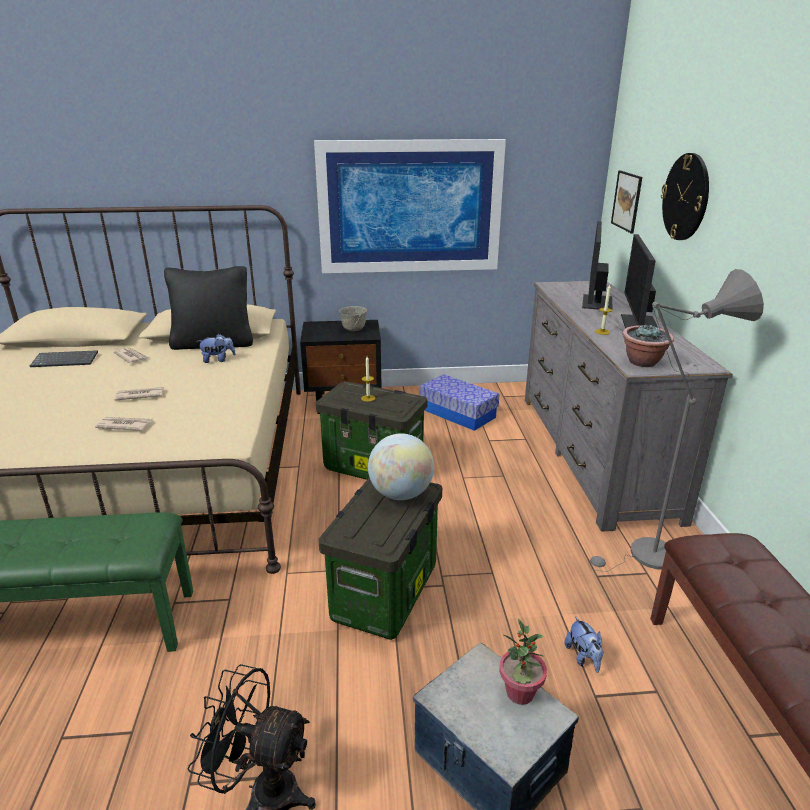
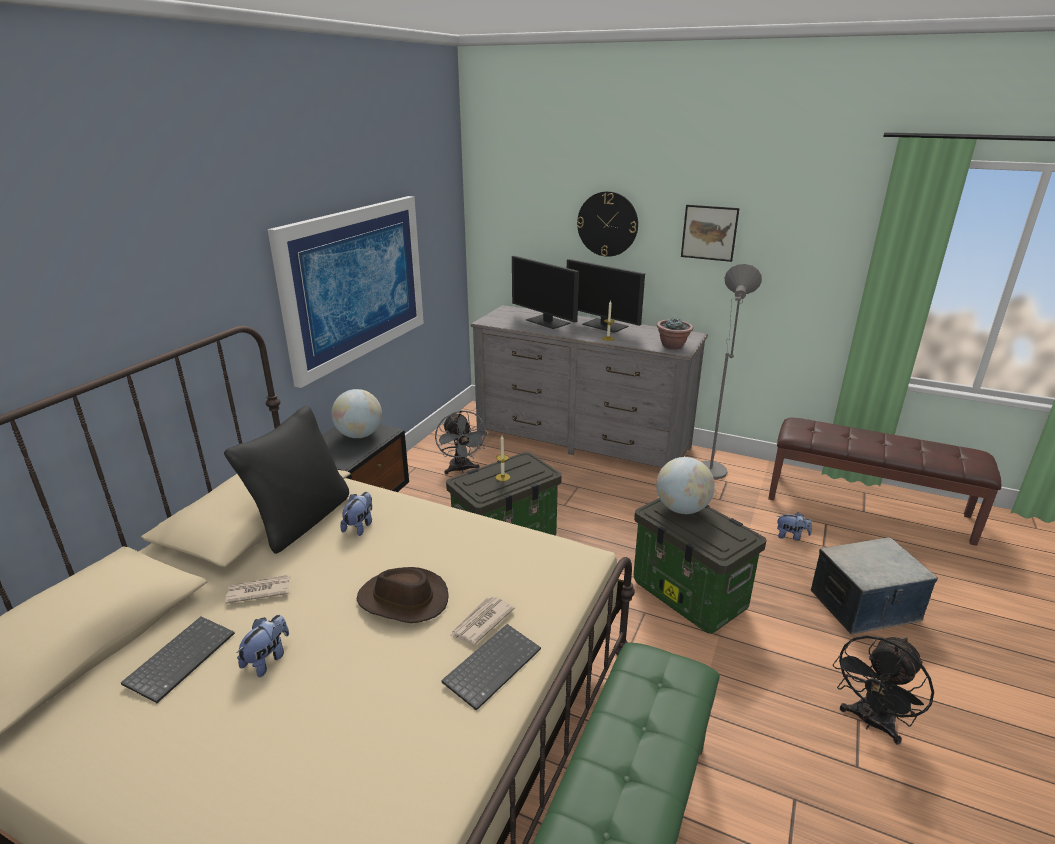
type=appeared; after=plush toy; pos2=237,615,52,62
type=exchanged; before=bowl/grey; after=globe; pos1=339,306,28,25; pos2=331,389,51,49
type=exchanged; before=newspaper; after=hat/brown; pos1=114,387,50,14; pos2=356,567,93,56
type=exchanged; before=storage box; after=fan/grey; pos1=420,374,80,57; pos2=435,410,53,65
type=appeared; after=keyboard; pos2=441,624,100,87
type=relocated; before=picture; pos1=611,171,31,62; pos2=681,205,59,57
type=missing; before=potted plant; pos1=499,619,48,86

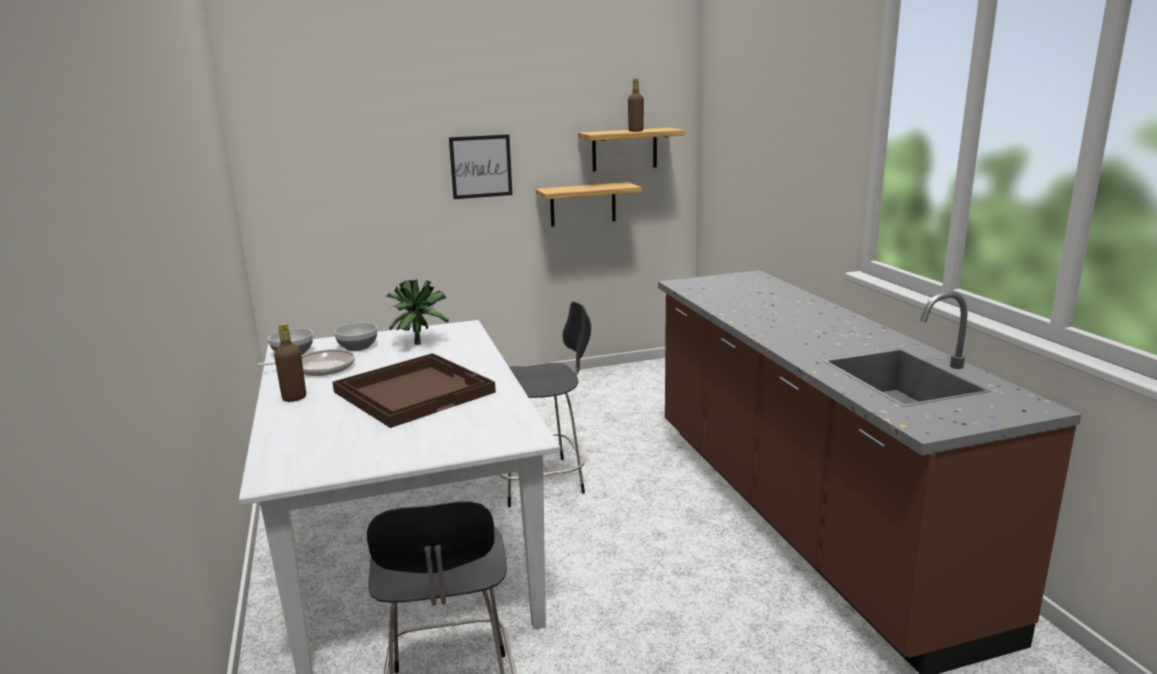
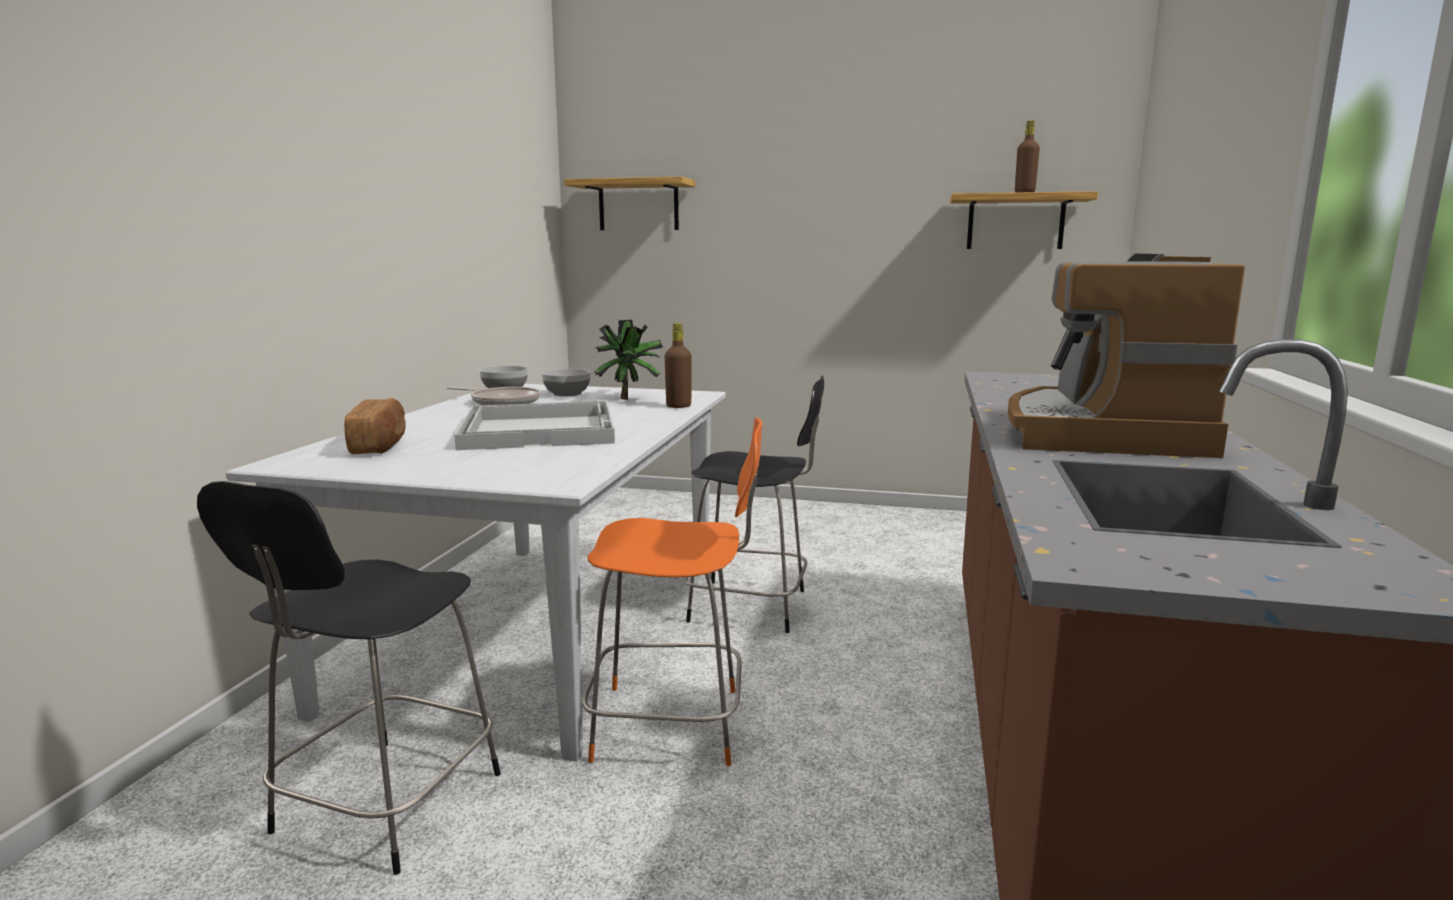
type=appeared; after=bread; pos2=344,398,61,56
type=colour; before=tray/brown; after=tray/white; pos1=333,353,163,75; pos2=454,401,161,49
type=relocated; before=shelf; pos1=536,182,106,45; pos2=564,177,131,53
type=appeared; after=chair/orange; pos2=582,418,180,348
type=relocated; before=bottle/brown; pos1=274,323,32,79; pos2=665,323,27,85
type=appeared; after=coffee machine; pos2=1008,254,237,204
type=missing; before=picture; pos1=449,134,63,65

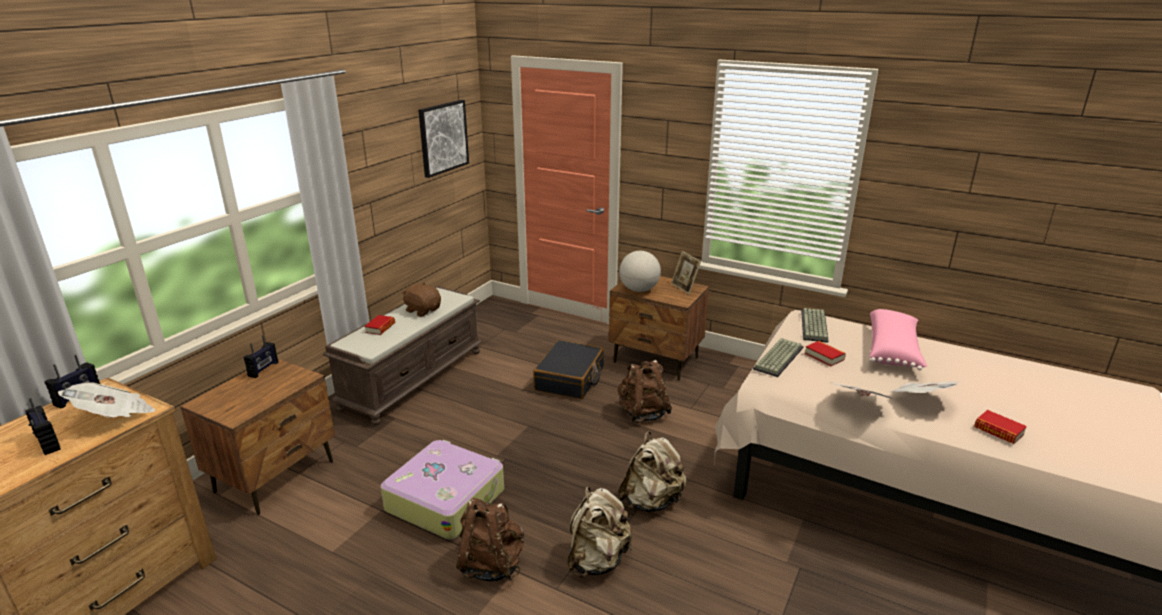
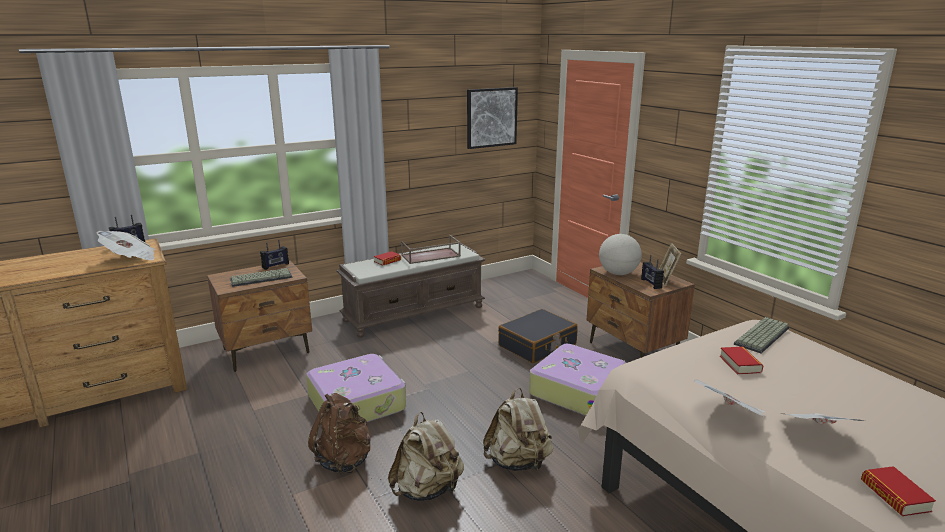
type=relocated; before=keyboard; pos1=753,338,51,39; pos2=230,268,62,19
type=exchanged; before=plush toy/brown; after=tray/brown; pos1=402,282,39,35; pos2=401,235,60,29
type=exchanged; before=backpack/brown; after=suitcase; pos1=618,360,54,63; pos2=529,344,98,72
type=relocated; before=radio; pos1=25,398,36,57; pos2=641,255,23,34
type=missing; before=pillow/pink; pos1=869,309,58,61

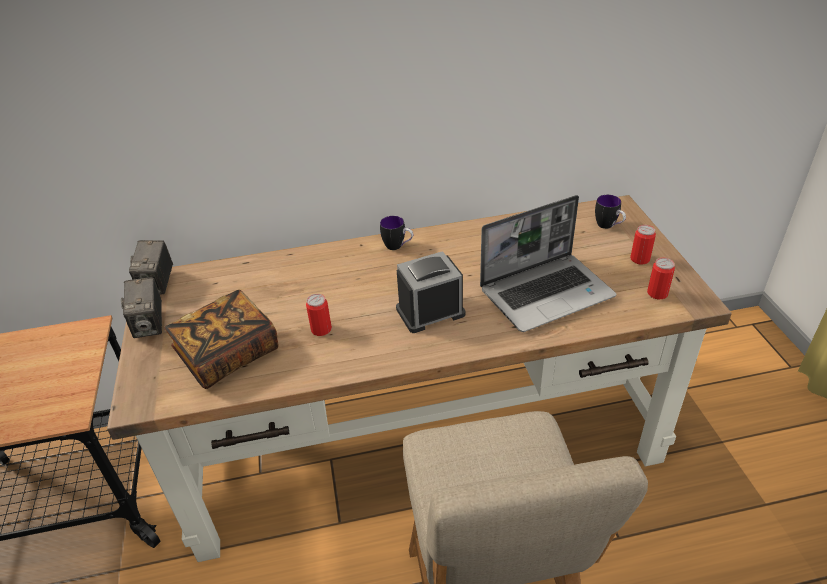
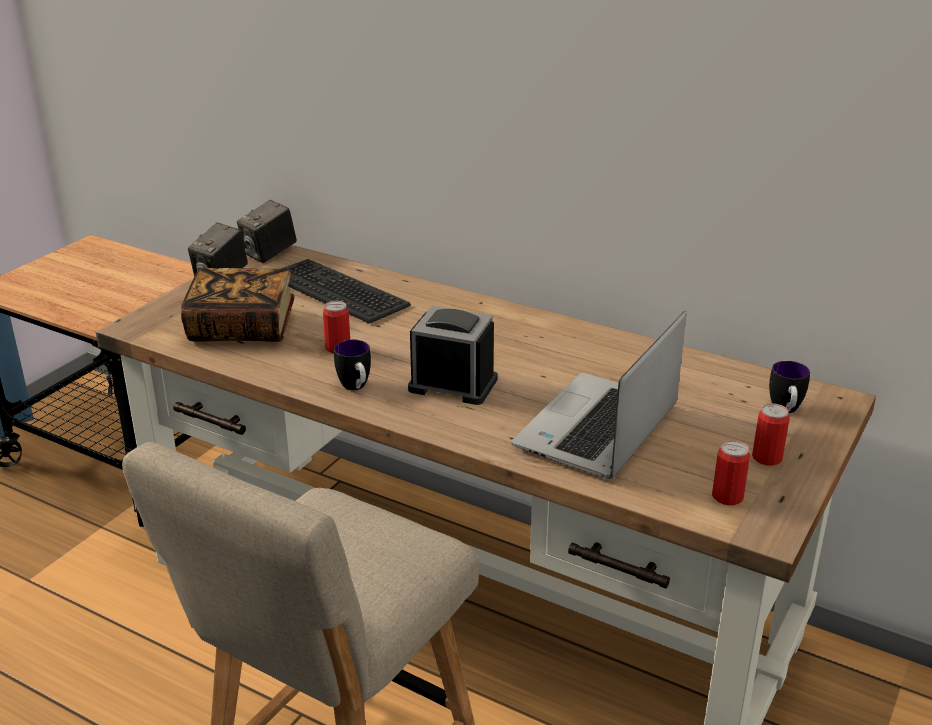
type=appeared; after=keyboard; pos2=281,259,130,65
type=relocated; before=mug; pos1=380,216,33,34; pos2=334,340,37,50
type=spun; before=laptop; pos1=480,195,136,137; pos2=511,311,175,168; turn=105

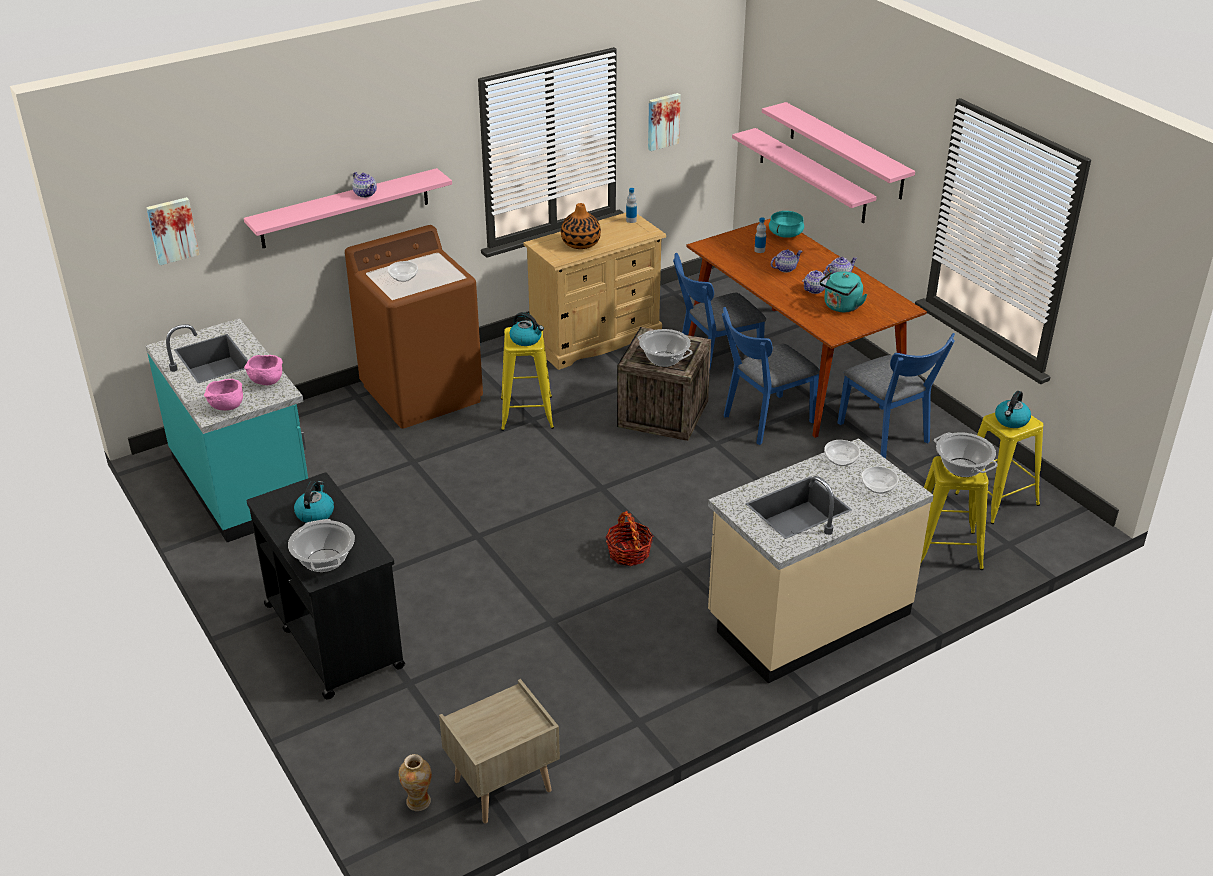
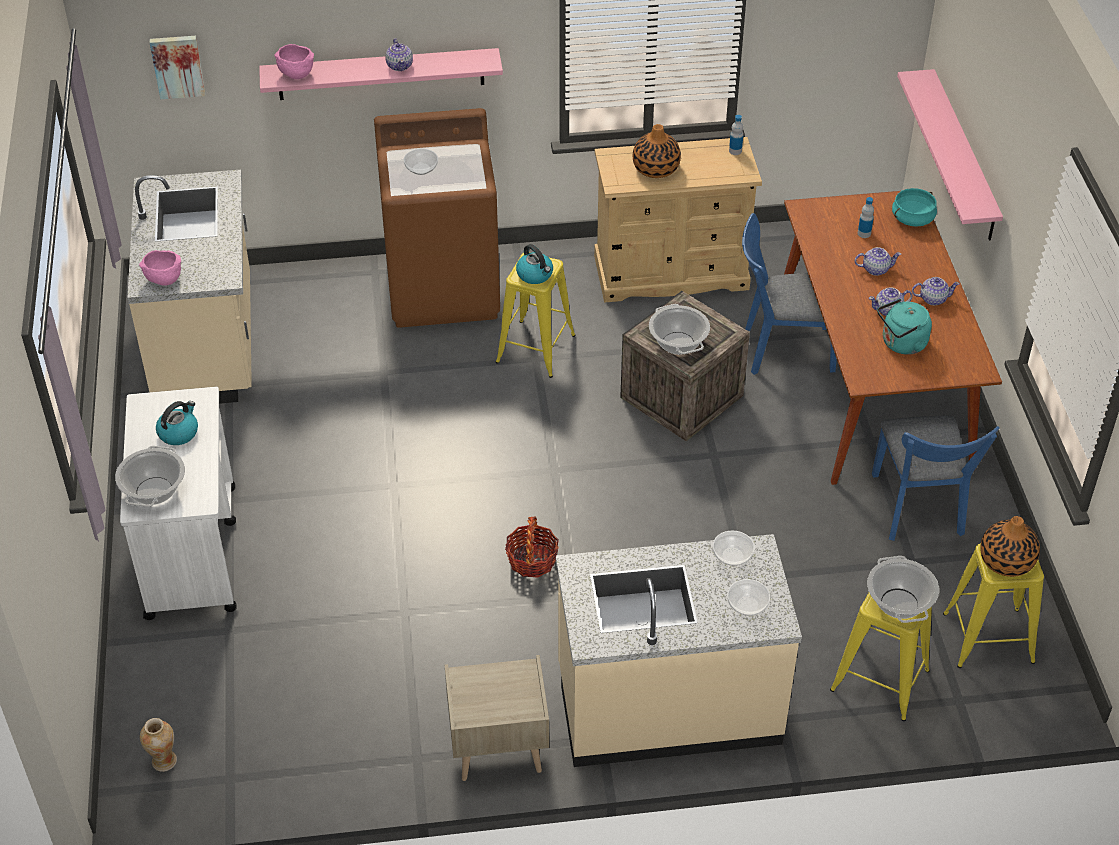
type=colour; before=cart/black; after=cart/white; pos1=246,473,159,226; pos2=120,387,117,233
type=colour; before=counter/turquoise; after=counter/beige; pos1=145,318,163,224; pos2=128,170,124,234
type=relocated; before=bowl/pink; pos1=244,355,39,30; pos2=275,44,39,35
type=relocated; before=nightstand/beige; pos1=439,679,121,144; pos2=445,655,104,126
type=exchanged; before=kettle; after=vase; pos1=995,391,36,37; pos2=980,516,60,61
type=missing; before=picture; pos1=648,93,33,58
type=missing; before=chair/blue; pos1=722,307,98,138
type=missing; before=shelf/pink; pos1=762,102,153,98

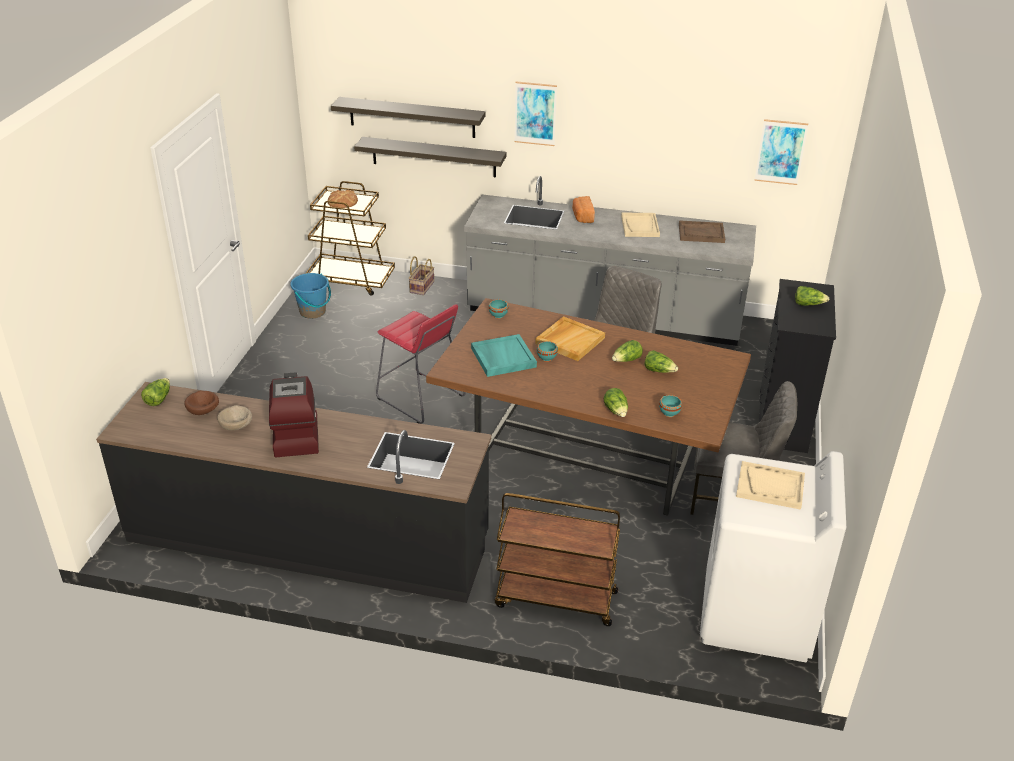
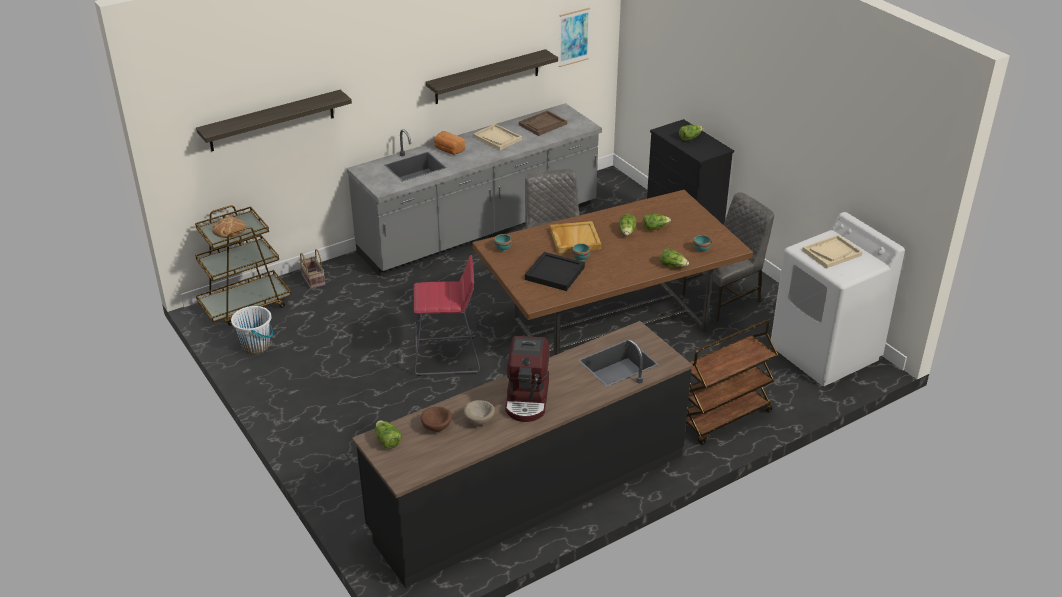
type=colour; before=bucket/blue; after=bucket/white; pos1=290,273,41,46; pos2=231,306,42,48
type=relocated; before=shelf; pos1=354,137,153,40; pos2=426,49,132,55
type=spun; before=coffee machine; pos1=269,372,50,86; pos2=505,336,45,86; turn=-120
type=colour; before=tray/turquoise; after=tray/black; pos1=471,334,66,43; pos2=525,252,60,39
type=missing; before=picture; pos1=514,81,43,65

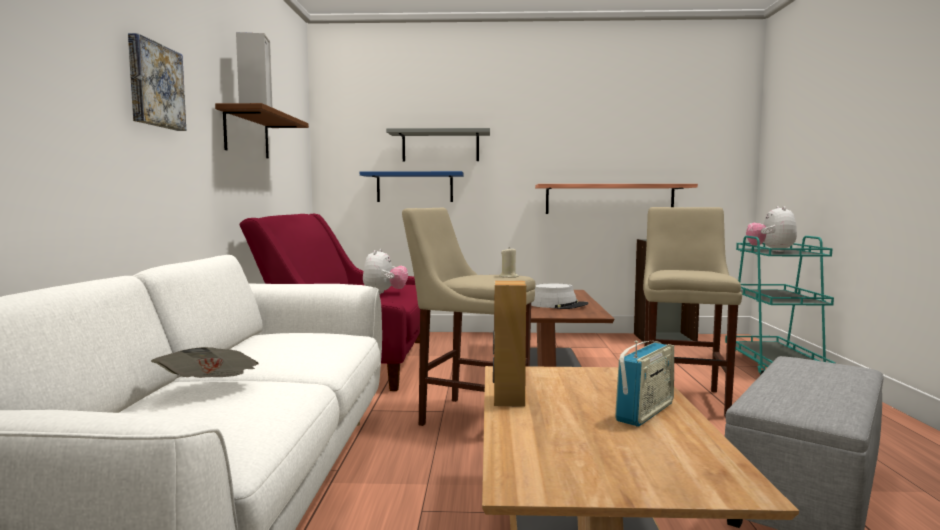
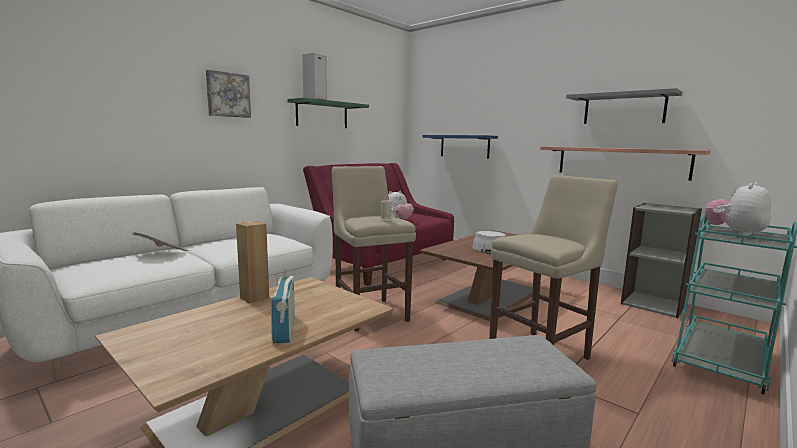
type=spun; before=radio; pos1=615,341,59,86; pos2=271,269,24,75; turn=90
type=colour; before=shelf/brown; after=shelf/green; pos1=215,103,94,55; pos2=287,98,82,30
type=relocated; before=shelf/grey; pos1=386,128,104,34; pos2=566,88,117,36

